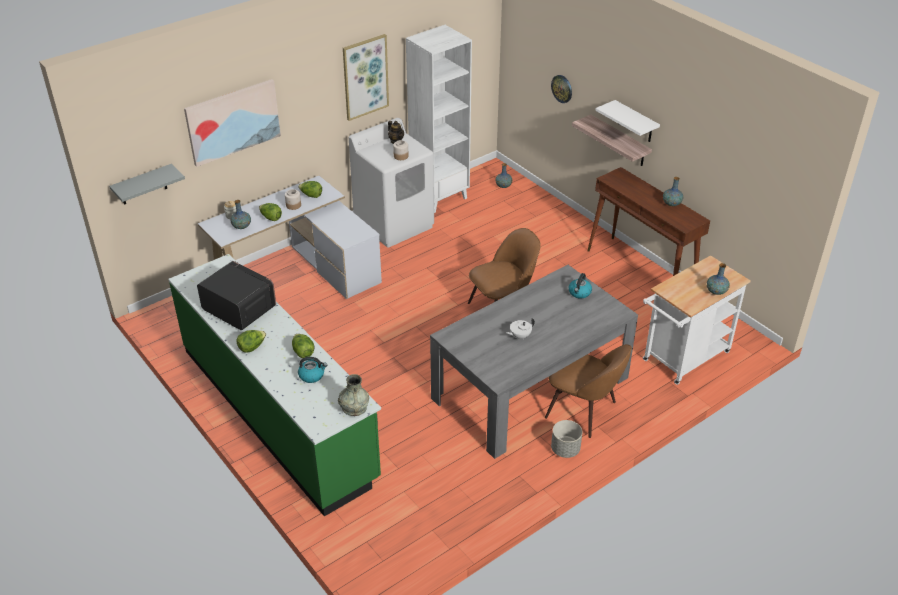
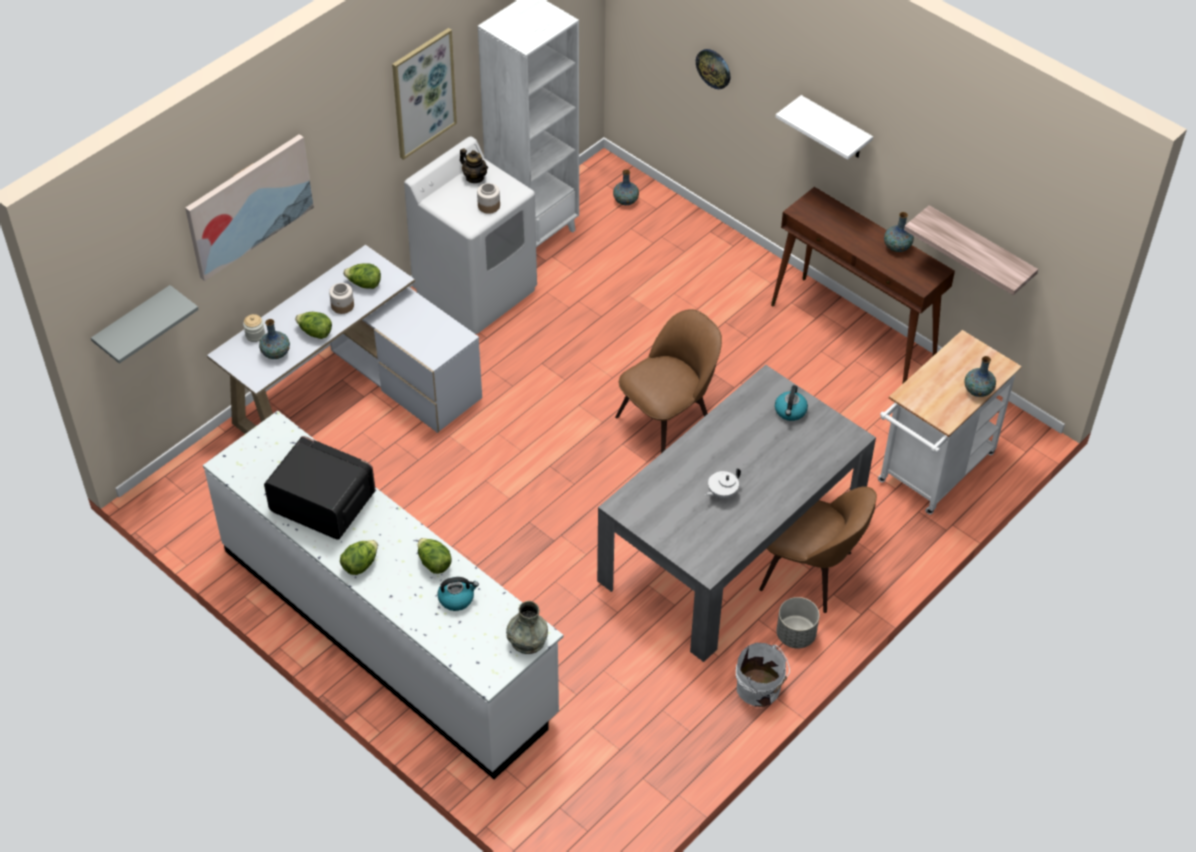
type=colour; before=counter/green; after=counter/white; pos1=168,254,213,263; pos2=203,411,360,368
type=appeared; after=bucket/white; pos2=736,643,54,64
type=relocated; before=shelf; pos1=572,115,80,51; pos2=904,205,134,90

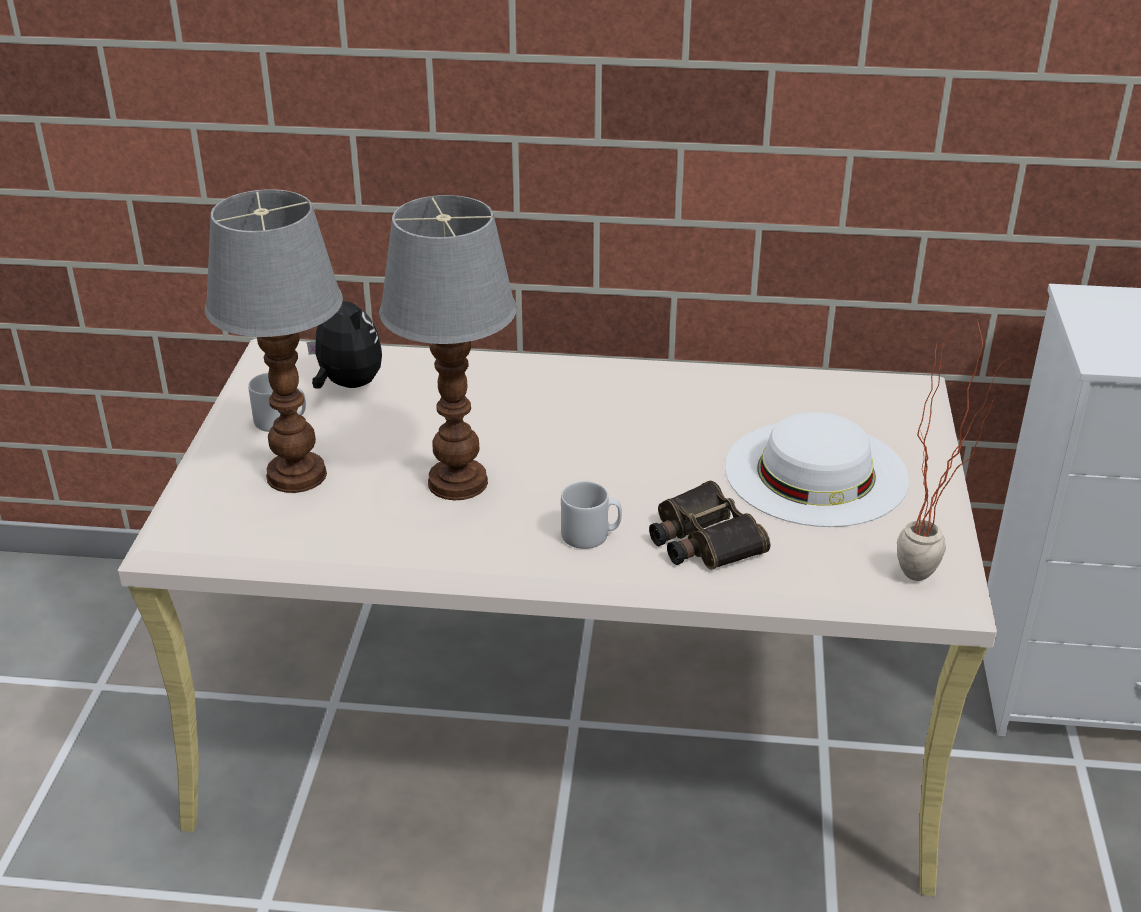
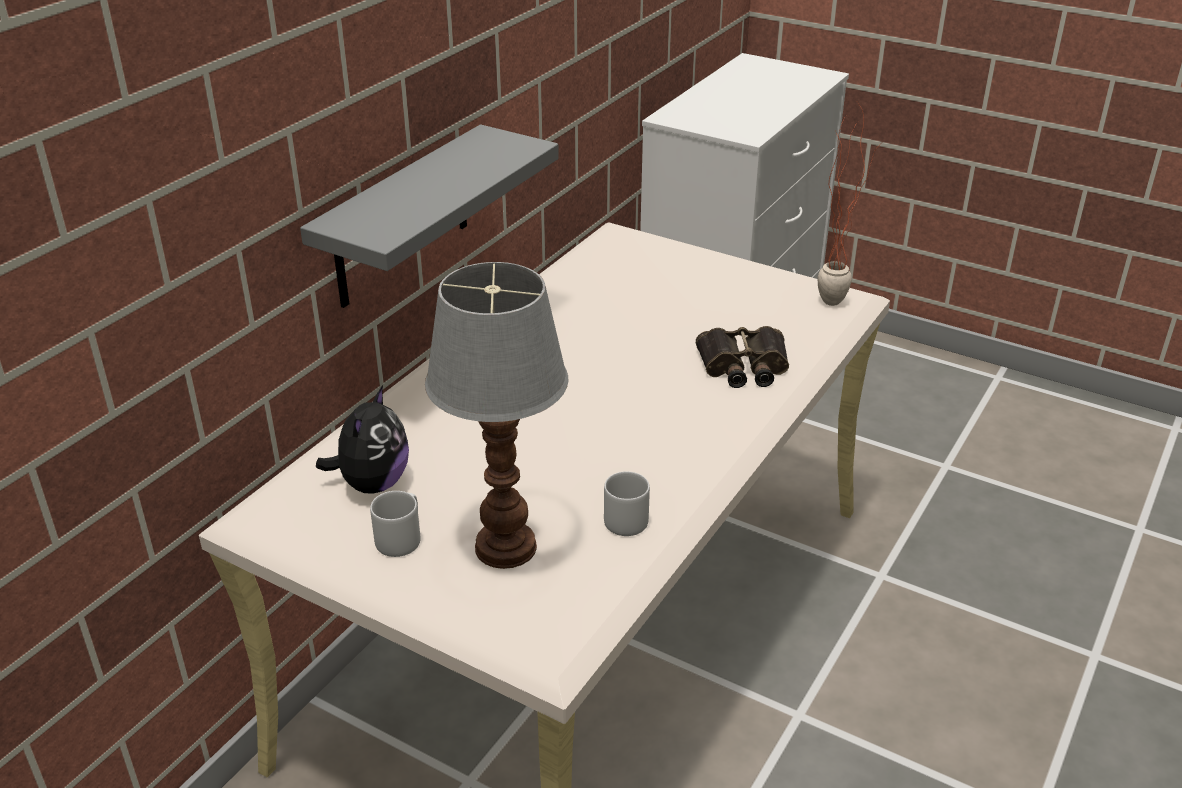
type=appeared; after=shelf/grey; pos2=300,124,259,184
type=spun; before=plush toy; pos1=307,301,75,87; pos2=316,385,93,109; turn=120
type=relocated; before=mug/grey; pos1=561,481,61,68; pos2=604,471,46,65
type=missing; before=table lamp; pos1=379,195,138,305
type=missing; before=hat/white; pos1=725,412,184,115

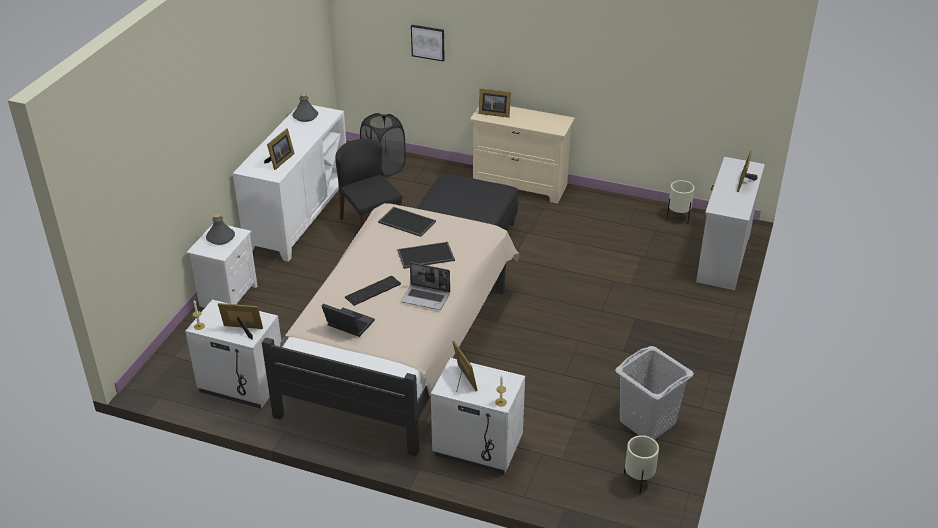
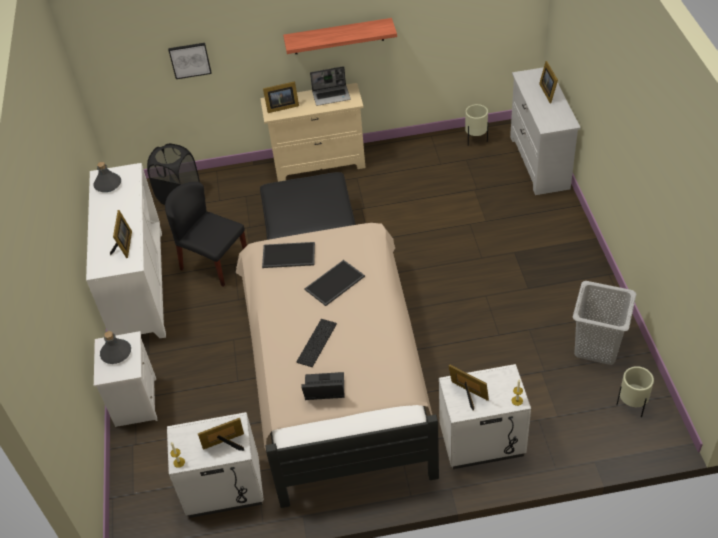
type=appeared; after=shelf; pos2=283,18,114,36
type=relocated; before=laptop; pos1=401,262,49,48; pos2=310,66,41,40

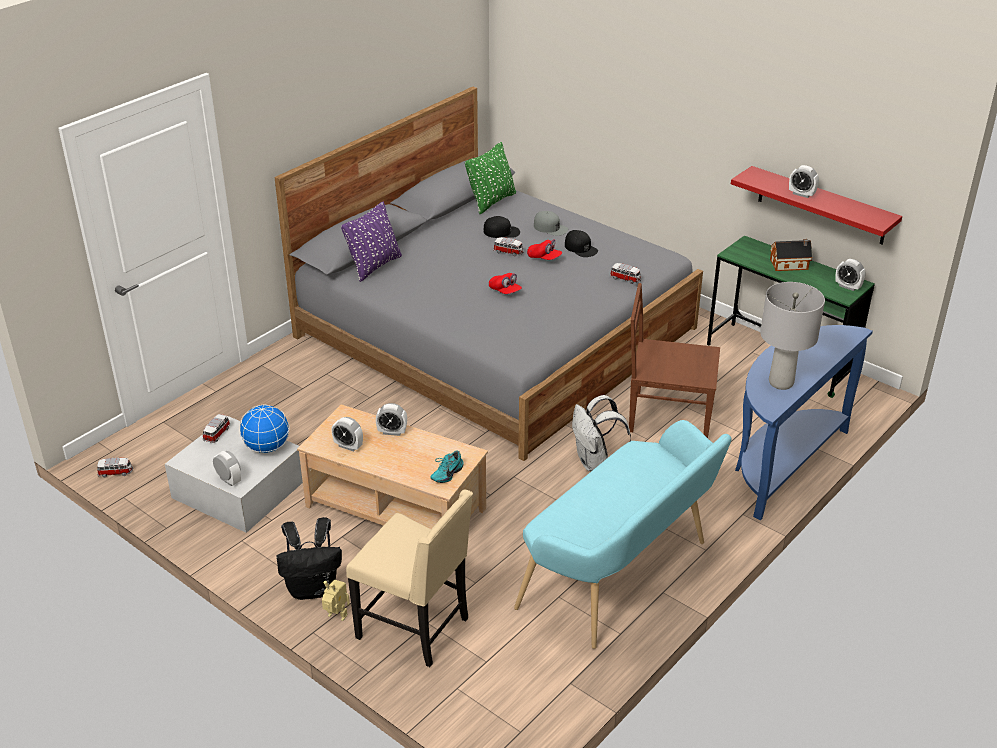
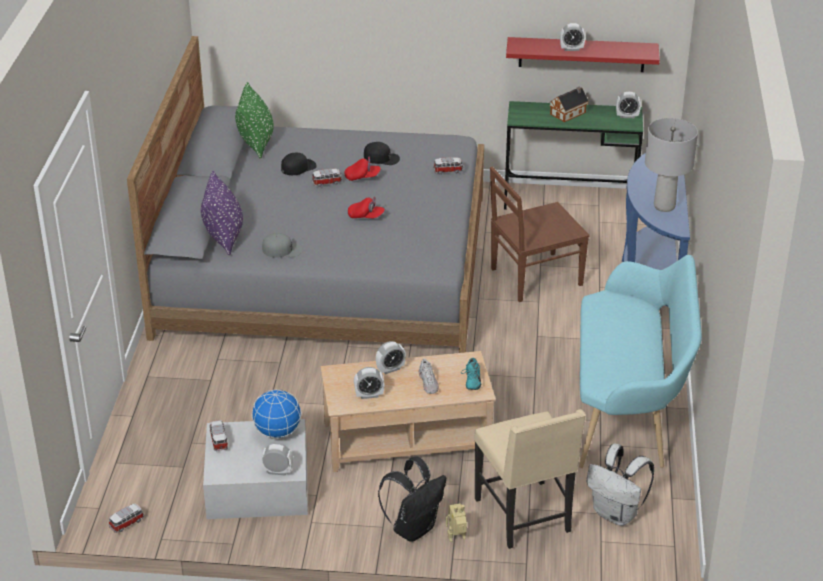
type=relocated; before=cap/grey; pos1=534,211,34,25; pos2=262,233,41,25
type=appeared; after=shoe/white; pos2=419,359,20,35
type=spun; before=chair/beige; pos1=346,490,127,177; pos2=474,409,112,140; turn=75
type=relocated; before=backpack/white; pos1=572,395,59,76; pos2=586,444,68,82

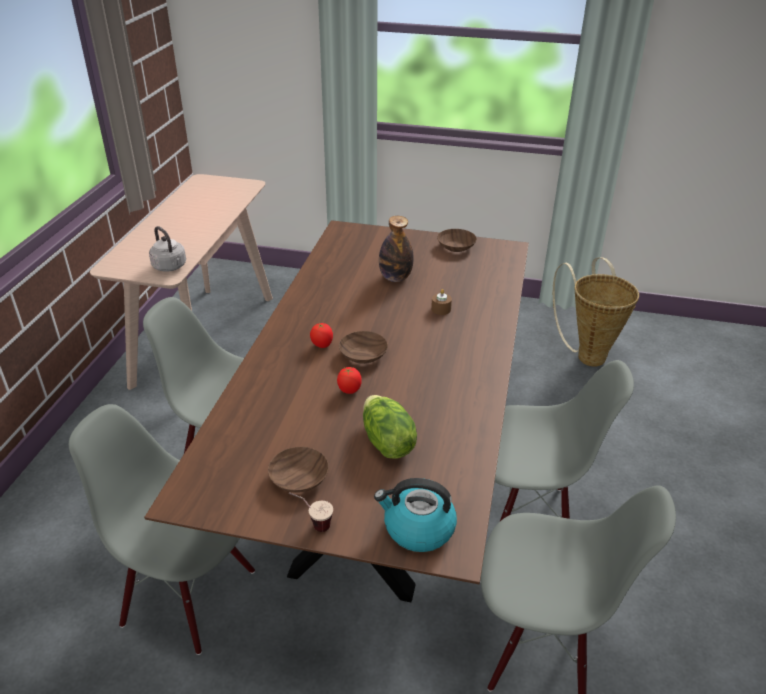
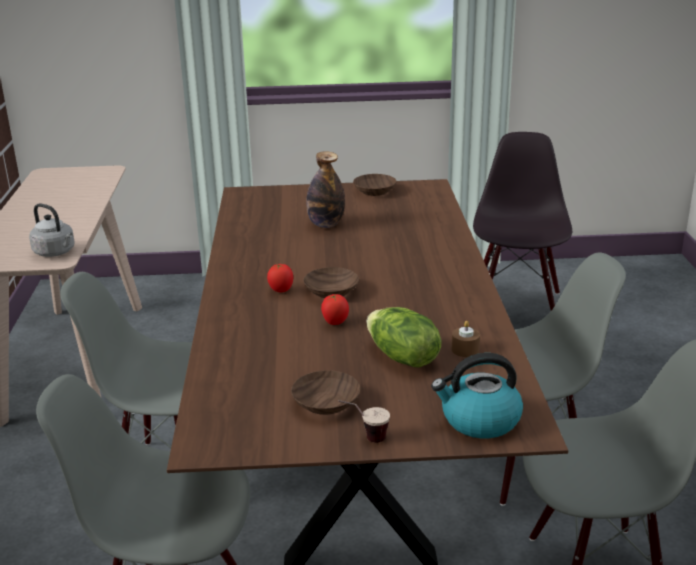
type=relocated; before=candle/brown; pos1=431,289,21,26; pos2=452,321,28,36
type=exchanged; before=basket; after=chair/black; pos1=553,257,86,110; pos2=473,132,99,178

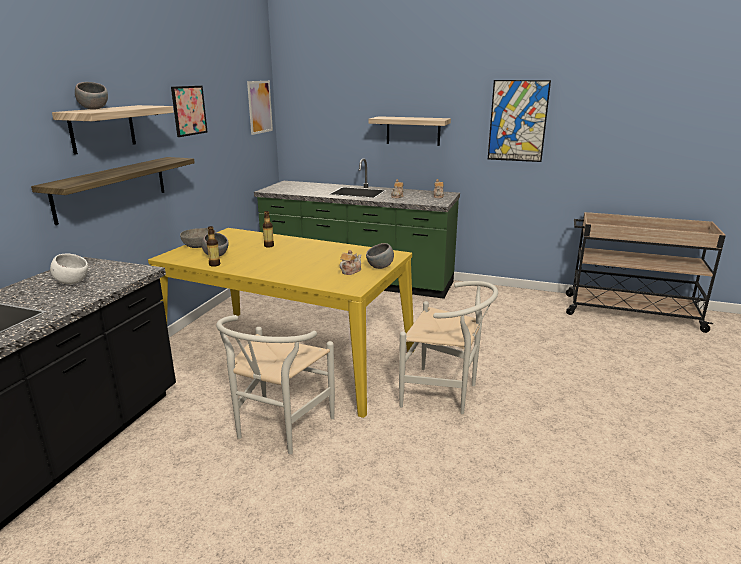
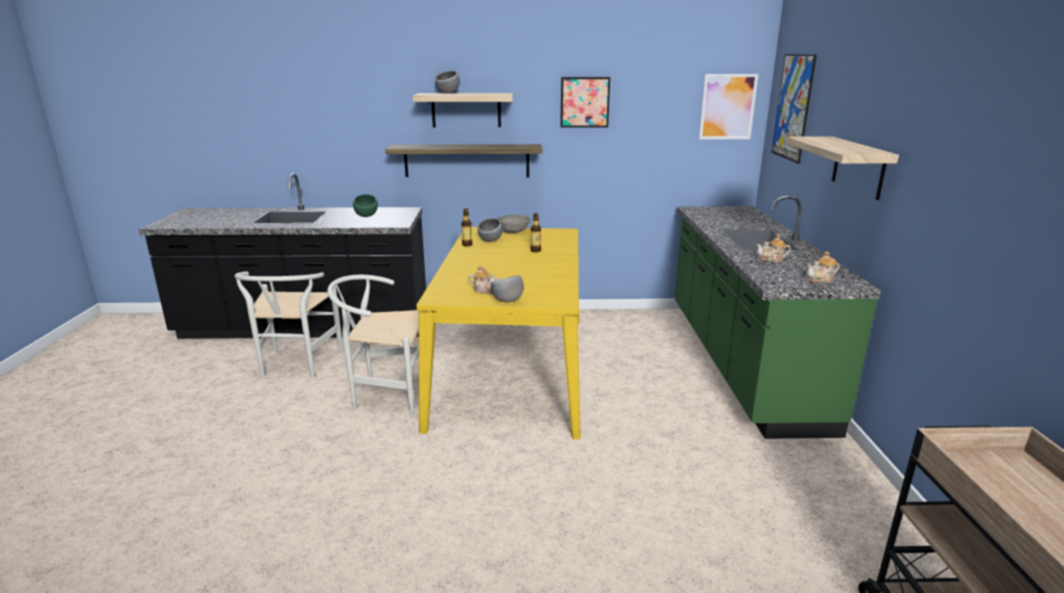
type=relocated; before=chair/white; pos1=399,281,99,133; pos2=234,271,109,107
type=colour; before=bowl/white; after=bowl/green; pos1=50,254,38,30; pos2=353,194,25,23
type=relocated; before=picture; pos1=488,80,63,82; pos2=771,54,46,109

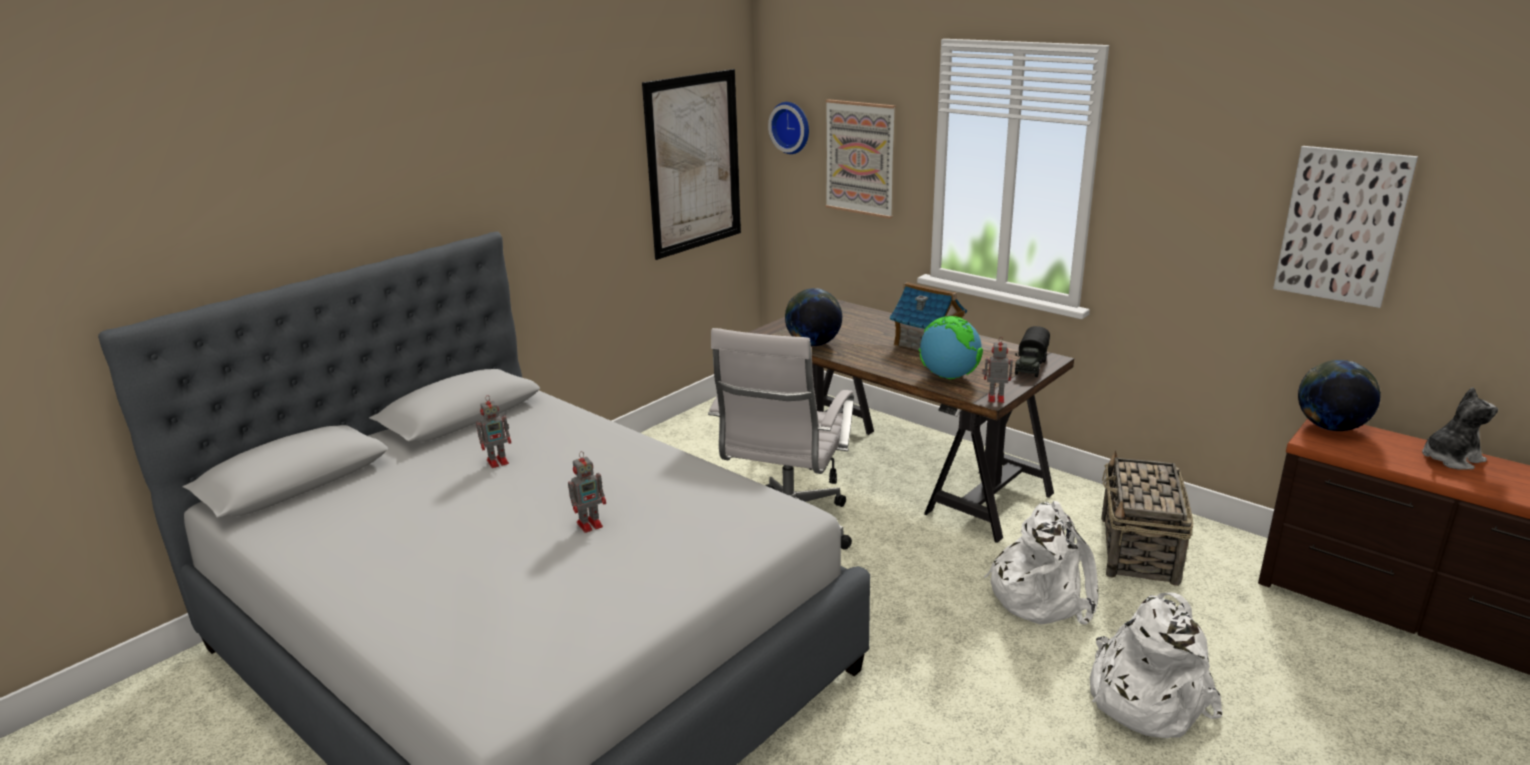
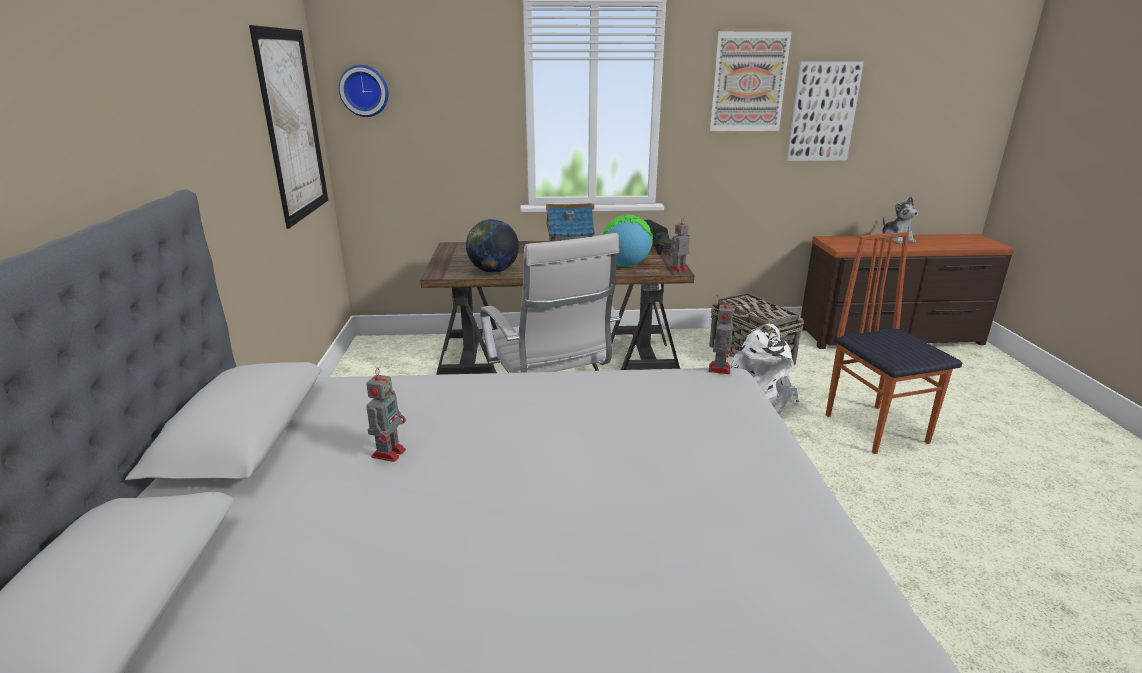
type=relocated; before=toy robot; pos1=568,451,38,82; pos2=708,301,25,73
type=relocated; before=picture; pos1=825,99,71,120; pos2=709,29,83,104
type=exchanged; before=backpack/white; after=chair; pos1=1090,592,133,146; pos2=826,232,136,222
type=spun; before=plush toy; pos1=1422,387,76,83; pos2=882,197,36,47; turn=135
type=missing; before=globe; pos1=1298,360,83,71

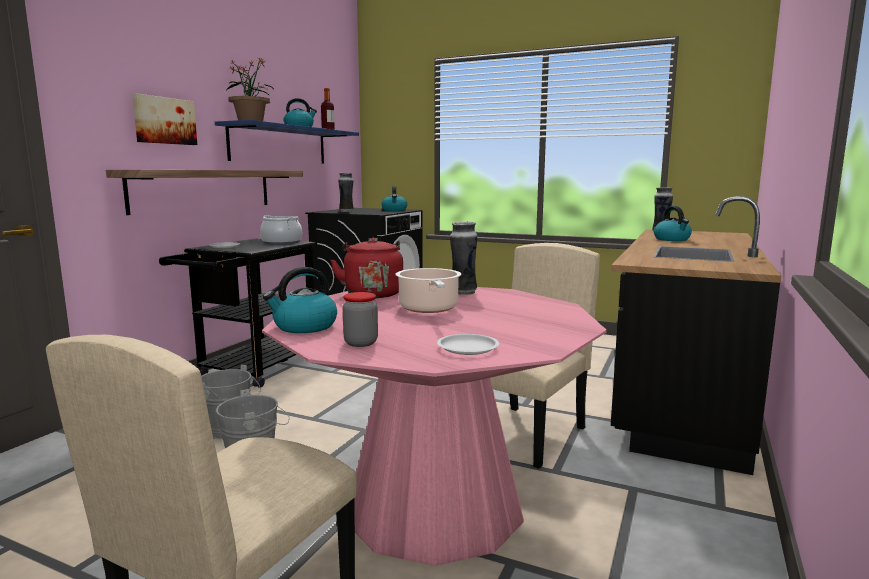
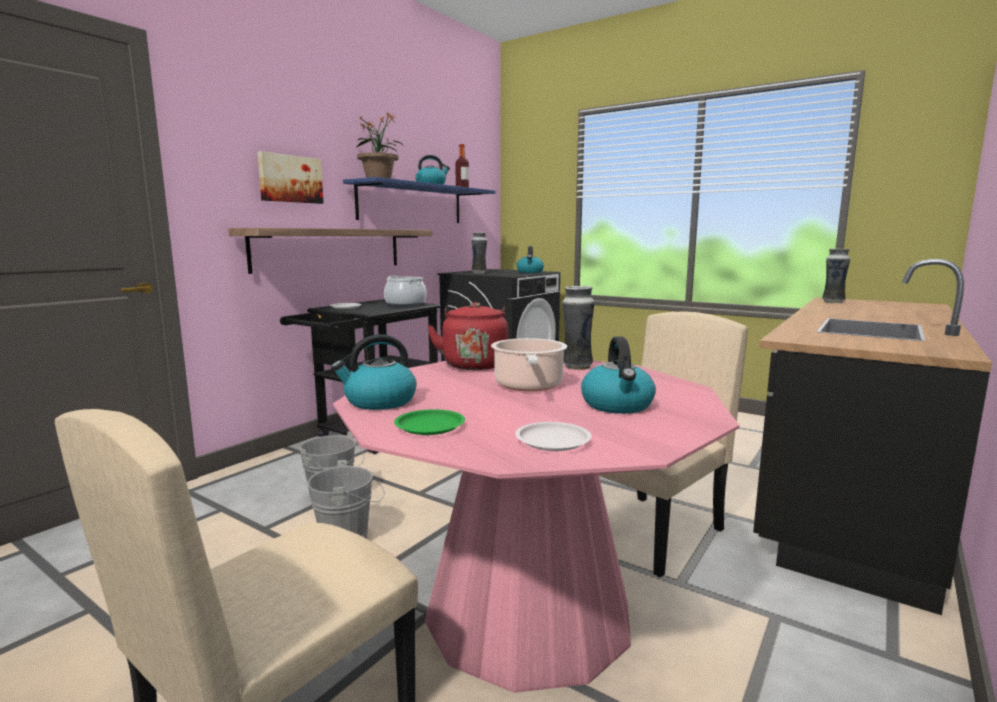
type=exchanged; before=jar; after=plate/green; pos1=343,292,35,55; pos2=394,409,71,26
type=relocated; before=kettle; pos1=654,206,38,35; pos2=581,336,75,78

